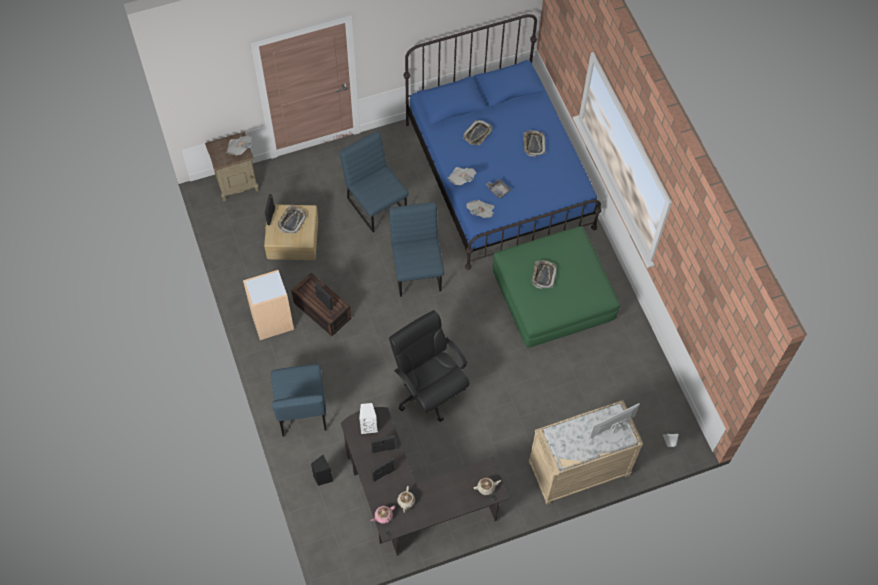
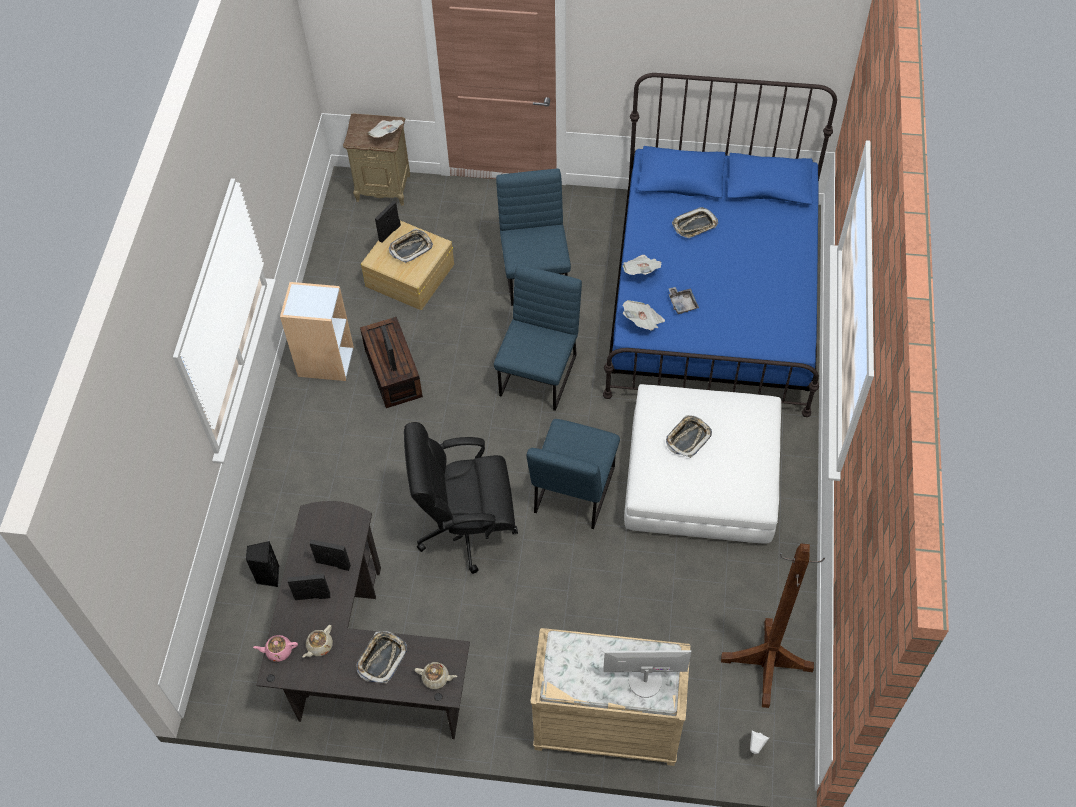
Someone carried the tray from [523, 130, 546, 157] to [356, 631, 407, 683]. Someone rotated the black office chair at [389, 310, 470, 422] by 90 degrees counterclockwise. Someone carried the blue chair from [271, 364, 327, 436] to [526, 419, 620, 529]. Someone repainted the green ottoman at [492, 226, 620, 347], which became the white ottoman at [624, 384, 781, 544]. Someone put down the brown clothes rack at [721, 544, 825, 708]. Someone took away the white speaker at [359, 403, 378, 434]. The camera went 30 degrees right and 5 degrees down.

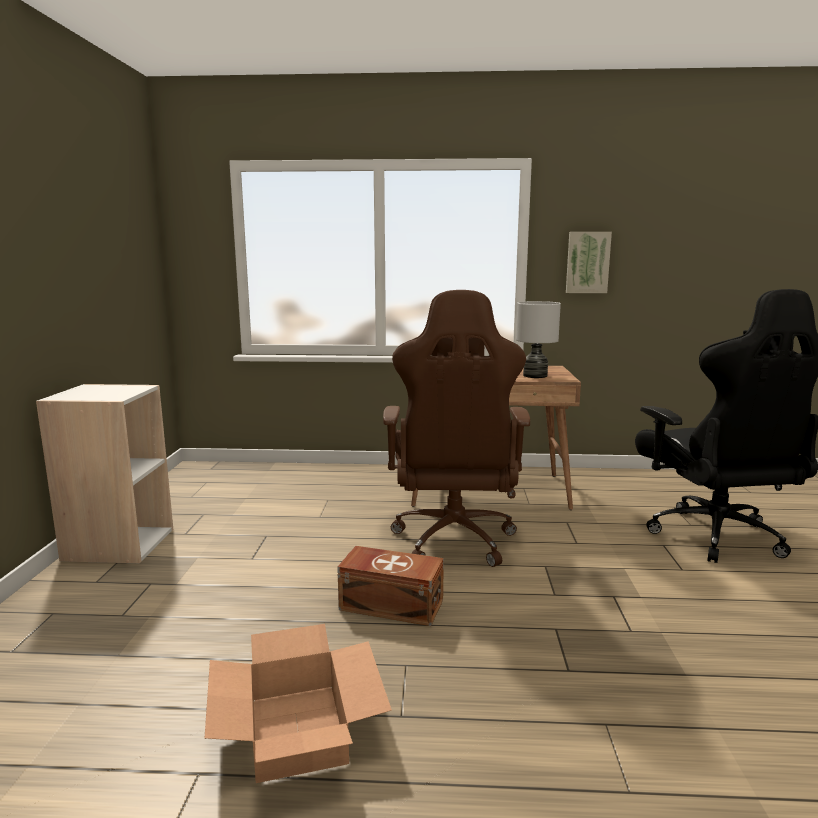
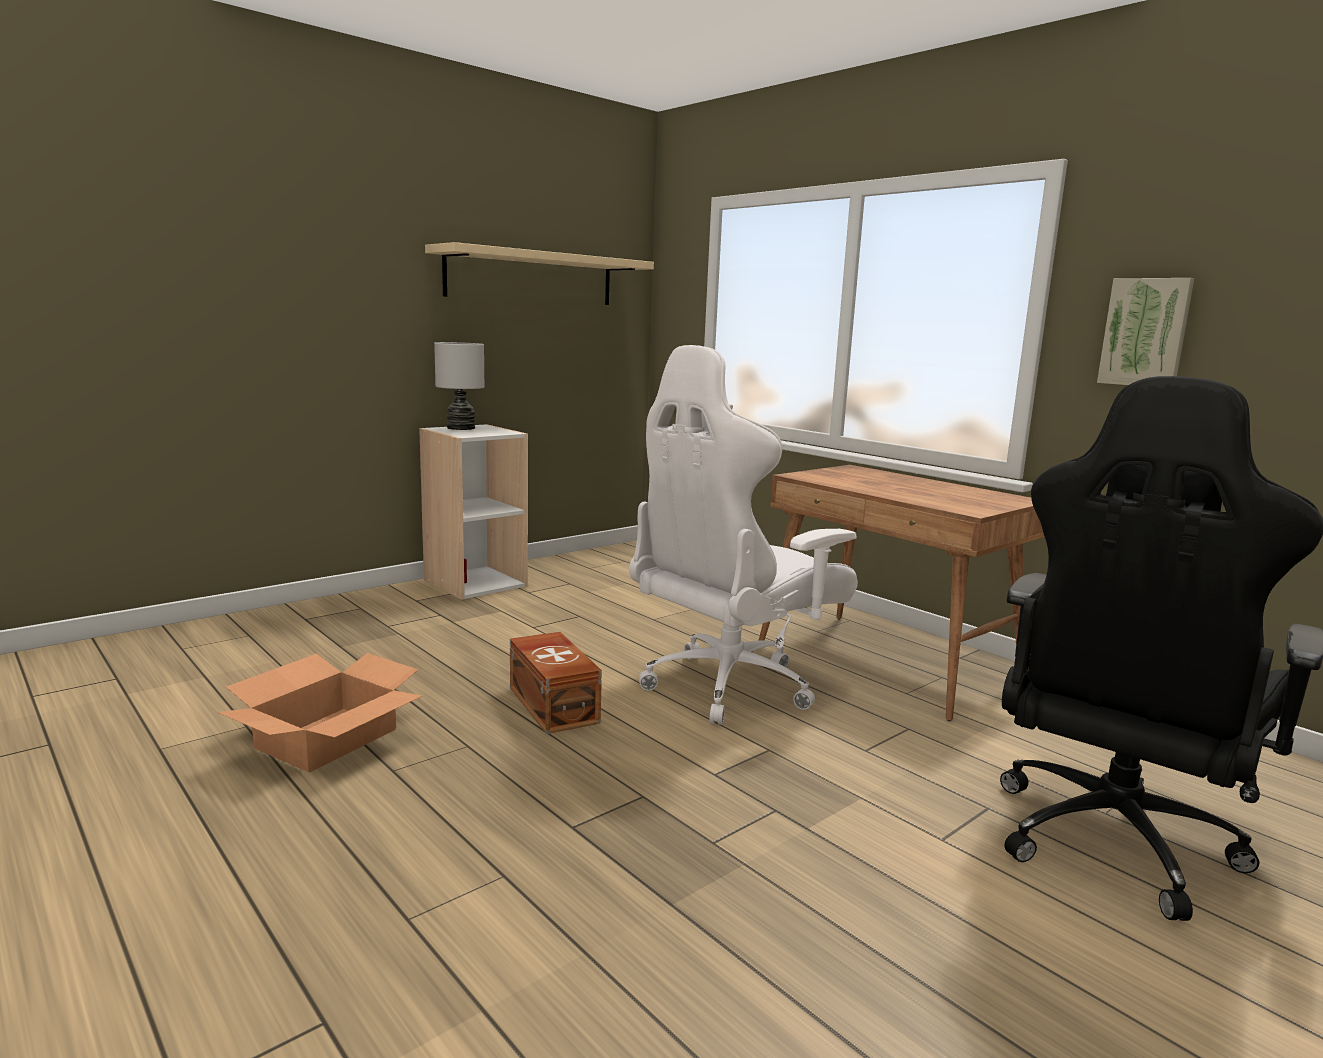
Someone put up the beige shelf at [425, 242, 654, 305]. Someone carried the grey table lamp from [516, 301, 561, 378] to [434, 342, 484, 430]. Someone repainted the brown office chair at [383, 290, 530, 567], which became the white office chair at [629, 345, 858, 725]. The camera went 45 degrees right and 0 degrees up.

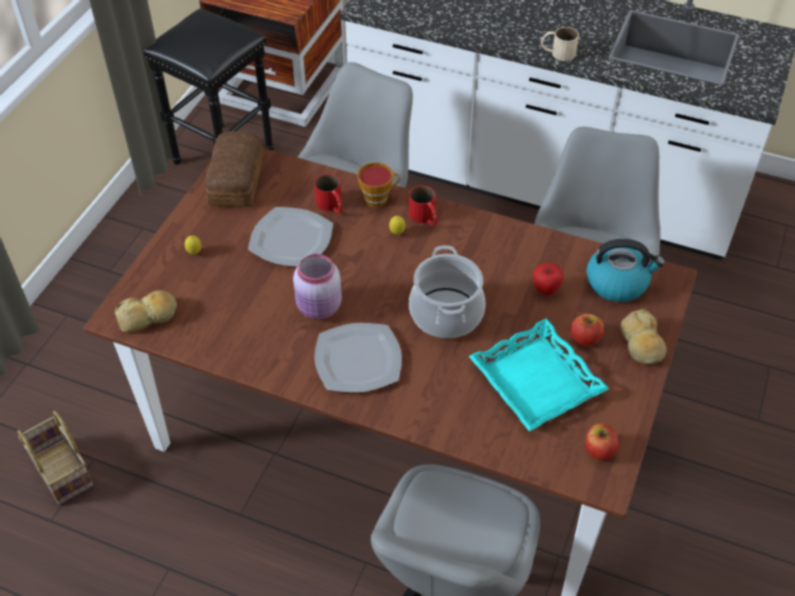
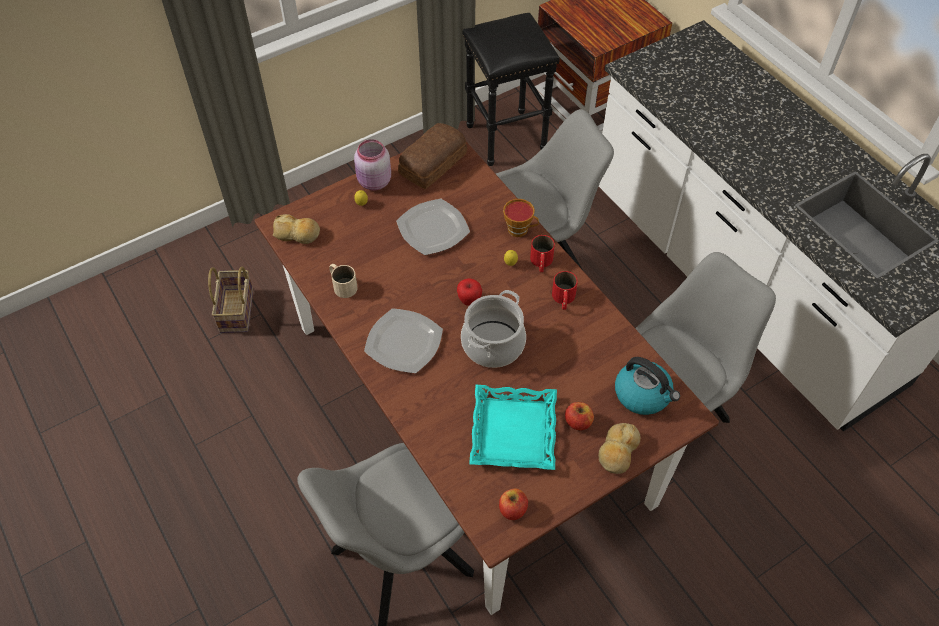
Someone carried the beige mug from [541, 27, 579, 61] to [329, 264, 357, 298]. Someone carried the pink jar from [293, 254, 342, 320] to [354, 139, 391, 190]. Someone carried the apple from [533, 263, 564, 295] to [457, 278, 482, 306]. Someone carried the red mug from [314, 174, 343, 213] to [552, 271, 578, 310]. The camera went 35 degrees right and 5 degrees up.

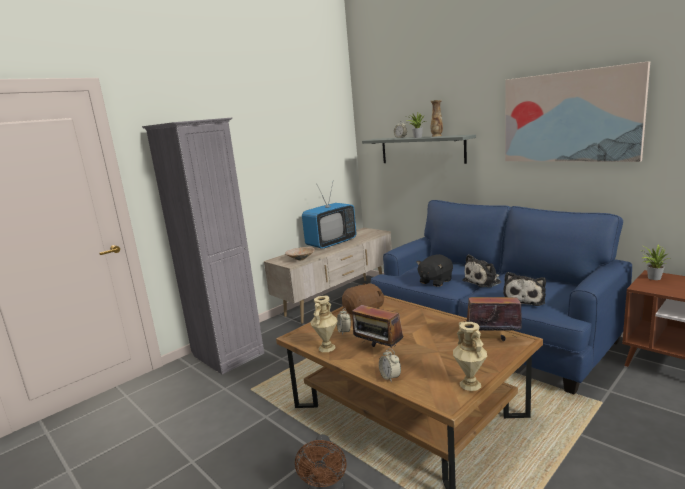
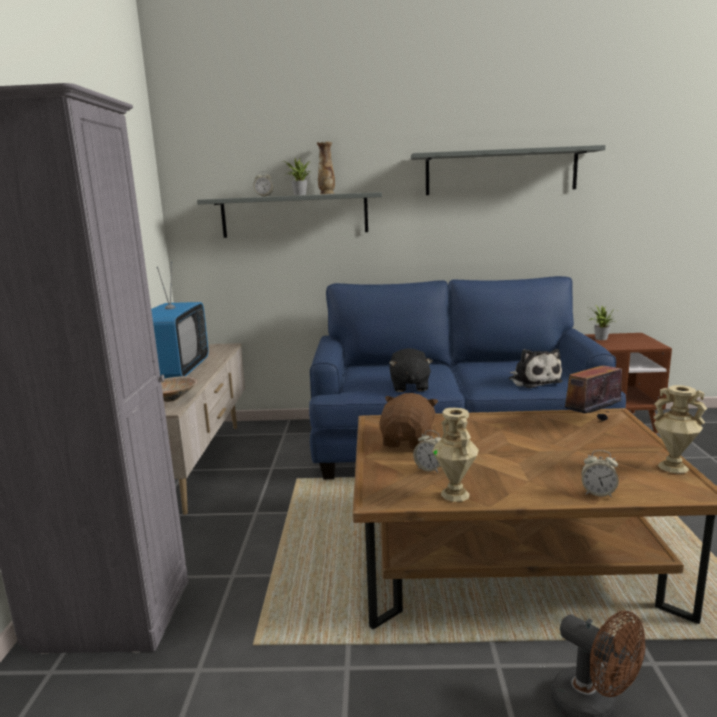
Someone swapped the picture at [505, 61, 650, 162] for the grey shelf at [411, 145, 606, 195]. Someone took away the radio at [352, 300, 404, 347]. Someone took away the plush toy at [462, 254, 501, 288]. The camera went 45 degrees left and 0 degrees up.

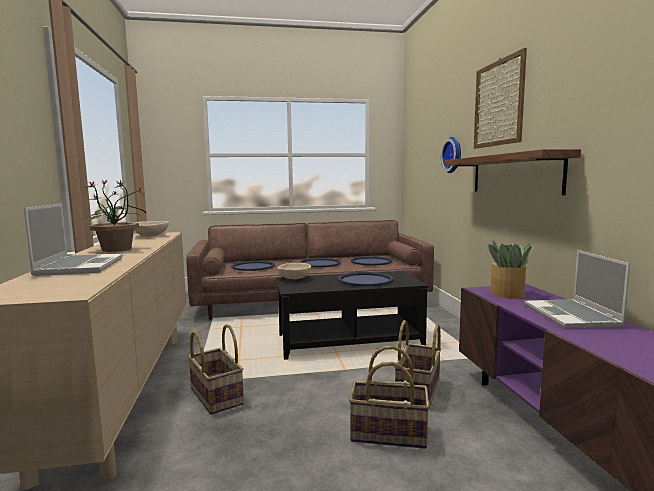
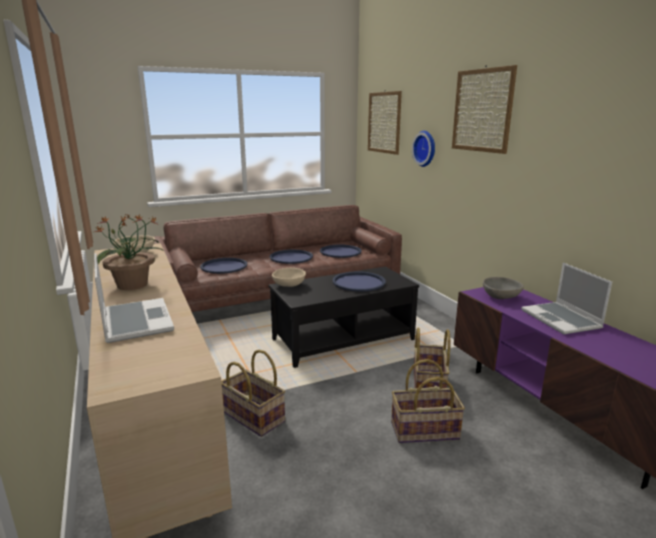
Someone put up the picture at [368, 91, 402, 155]. Someone swapped the potted plant at [488, 240, 534, 298] for the grey bowl at [483, 277, 524, 299]. Someone took away the shelf at [444, 149, 581, 195]. The camera went 15 degrees left and 10 degrees up.

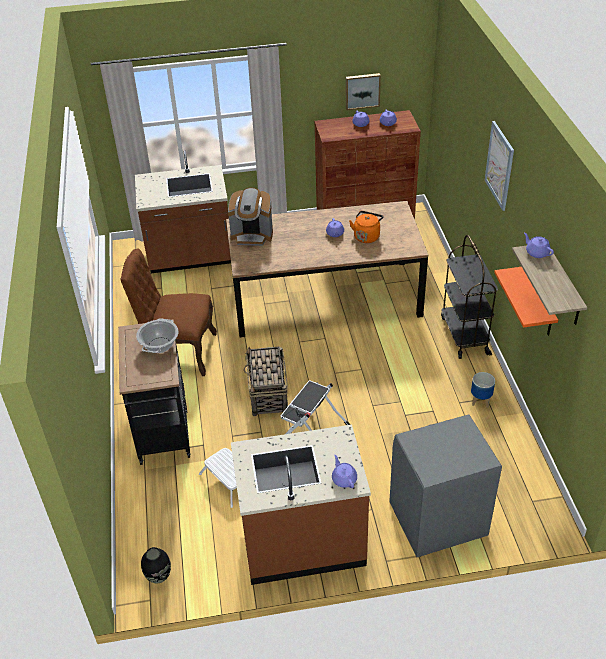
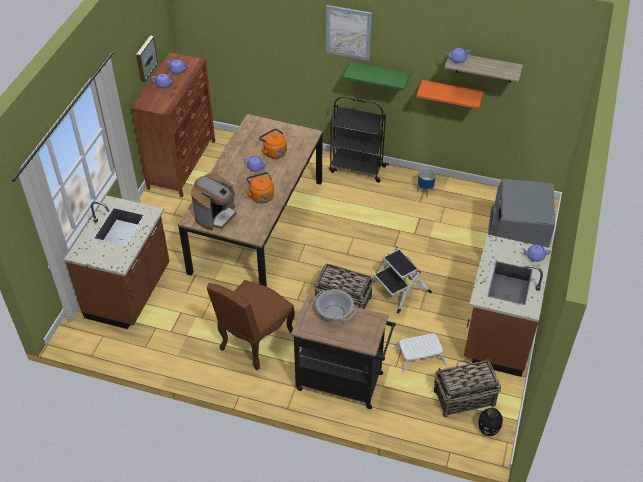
Someone put down the orange kettle at [245, 172, 274, 204]. Someone put up the green shelf at [343, 62, 410, 90]. Someone put down the basket at [434, 358, 501, 417]. The camera went 65 degrees left and 5 degrees up.

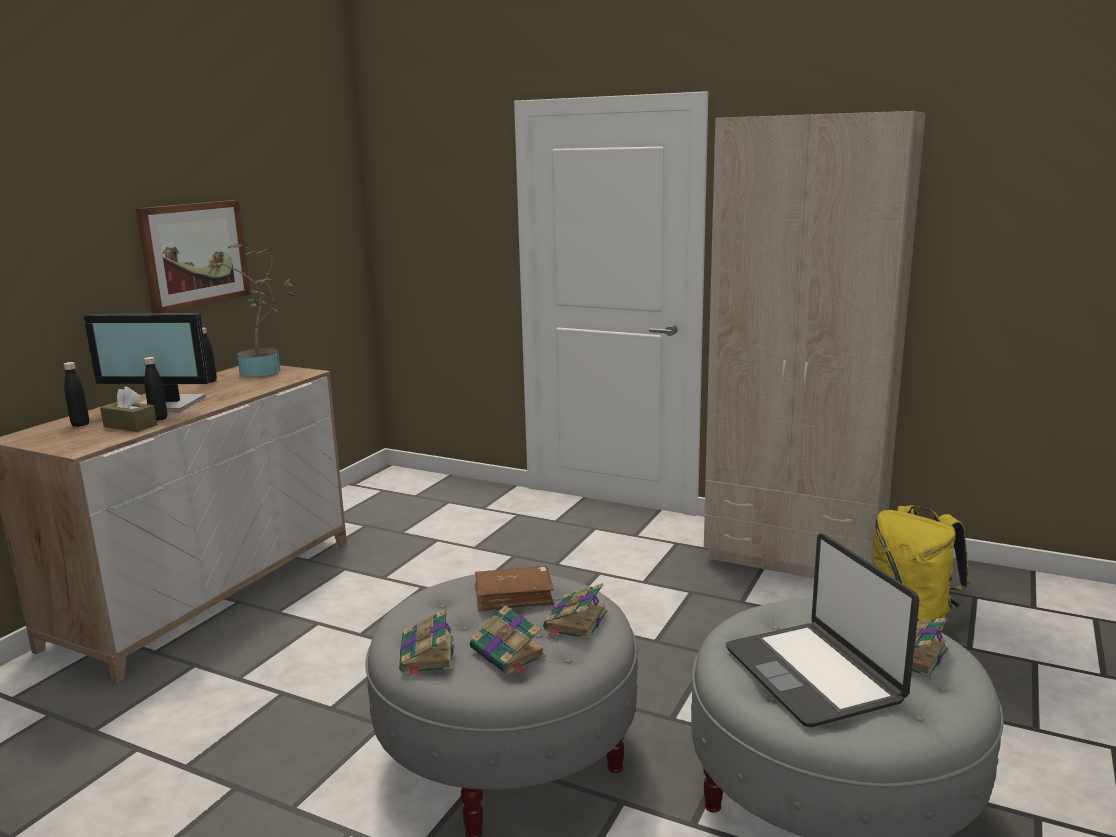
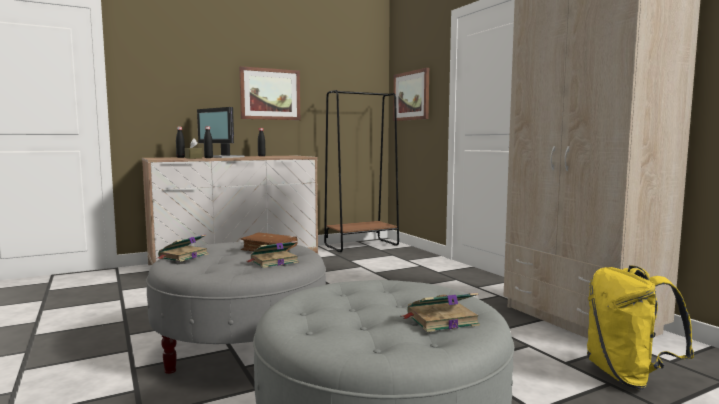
Someone put down the clothes rack at [324, 90, 399, 252]. Someone put up the picture at [393, 68, 429, 121]. Someone took away the potted plant at [208, 244, 295, 377]. Someone took away the book at [470, 605, 546, 674]. Someone took away the laptop at [726, 534, 919, 727]. The camera went 35 degrees right and 10 degrees down.

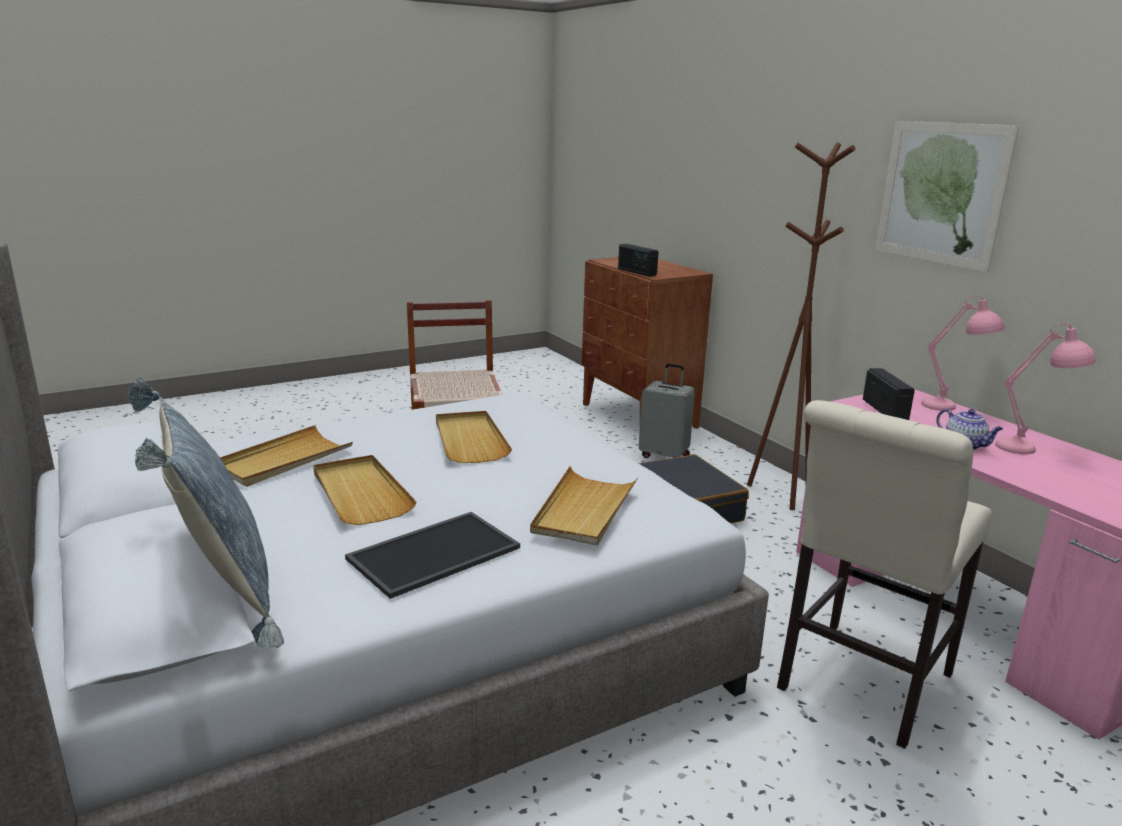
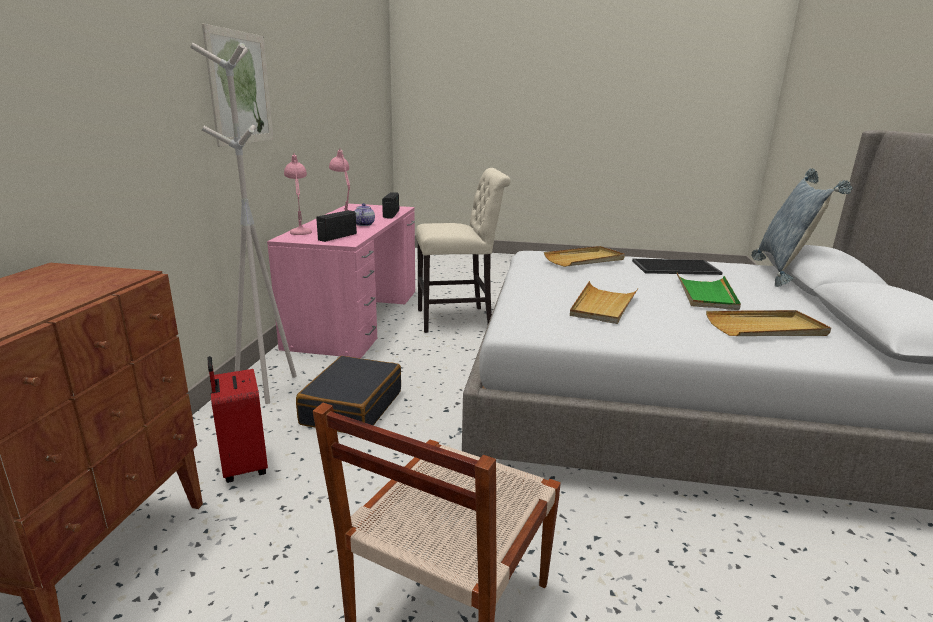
Someone repainted the brown clothes rack at [747, 143, 856, 510], which became the grey clothes rack at [190, 43, 297, 404]. Someone repainted the grey suitcase at [639, 363, 695, 458], which became the red suitcase at [208, 356, 268, 483]. Someone carried the radio from [618, 244, 659, 277] to [382, 192, 400, 219]. Someone repainted the beige tray at [313, 455, 417, 525], which became the green tray at [676, 272, 741, 310]. The camera went 140 degrees left and 0 degrees up.

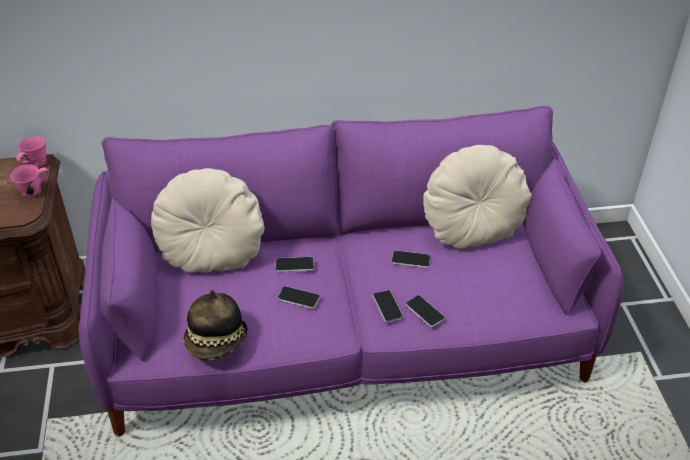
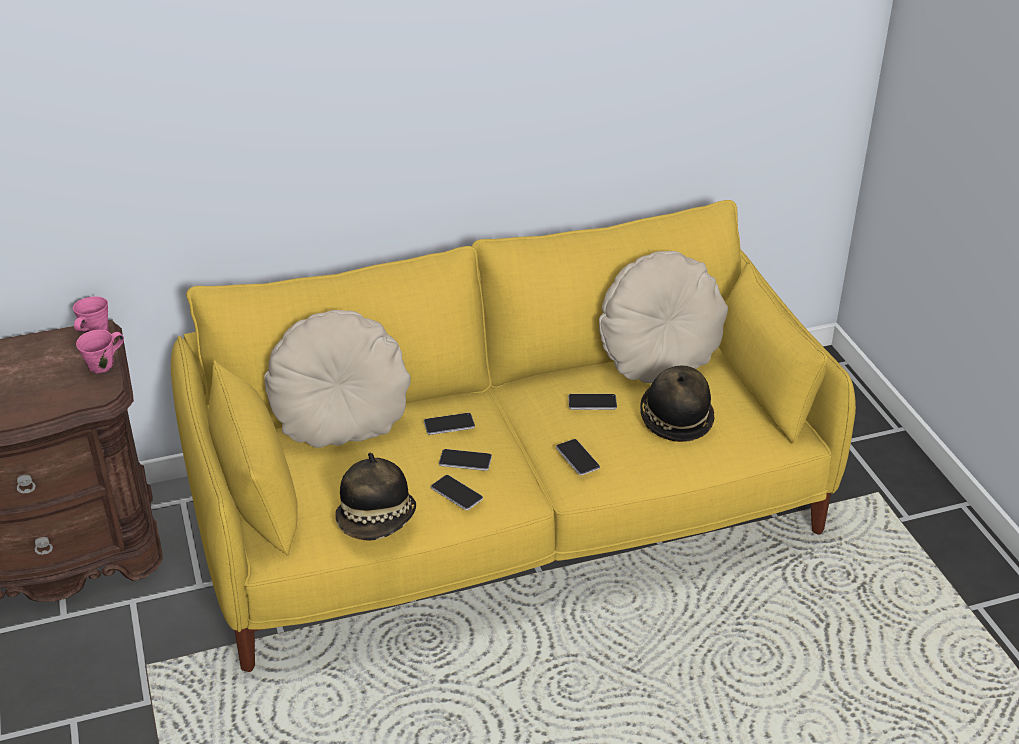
Someone repainted the purple sofa at [79, 106, 623, 437], which became the yellow sofa at [171, 200, 856, 672]. Someone carried the phone from [405, 295, 445, 327] to [431, 475, 483, 510]. Someone put down the hat at [640, 366, 714, 442]. The camera went 10 degrees left and 5 degrees down.

